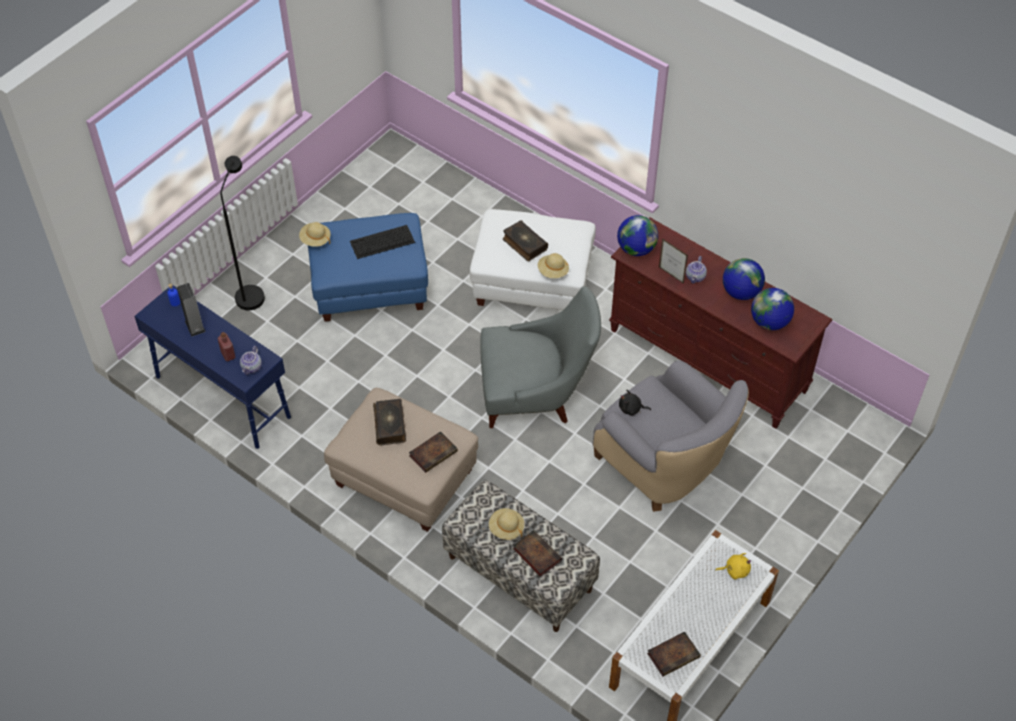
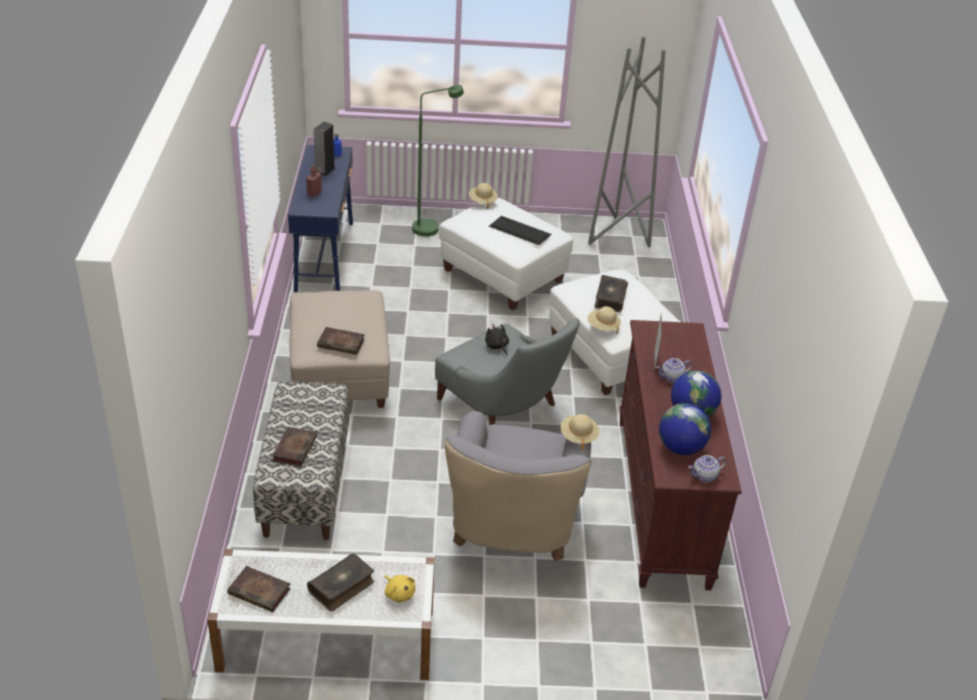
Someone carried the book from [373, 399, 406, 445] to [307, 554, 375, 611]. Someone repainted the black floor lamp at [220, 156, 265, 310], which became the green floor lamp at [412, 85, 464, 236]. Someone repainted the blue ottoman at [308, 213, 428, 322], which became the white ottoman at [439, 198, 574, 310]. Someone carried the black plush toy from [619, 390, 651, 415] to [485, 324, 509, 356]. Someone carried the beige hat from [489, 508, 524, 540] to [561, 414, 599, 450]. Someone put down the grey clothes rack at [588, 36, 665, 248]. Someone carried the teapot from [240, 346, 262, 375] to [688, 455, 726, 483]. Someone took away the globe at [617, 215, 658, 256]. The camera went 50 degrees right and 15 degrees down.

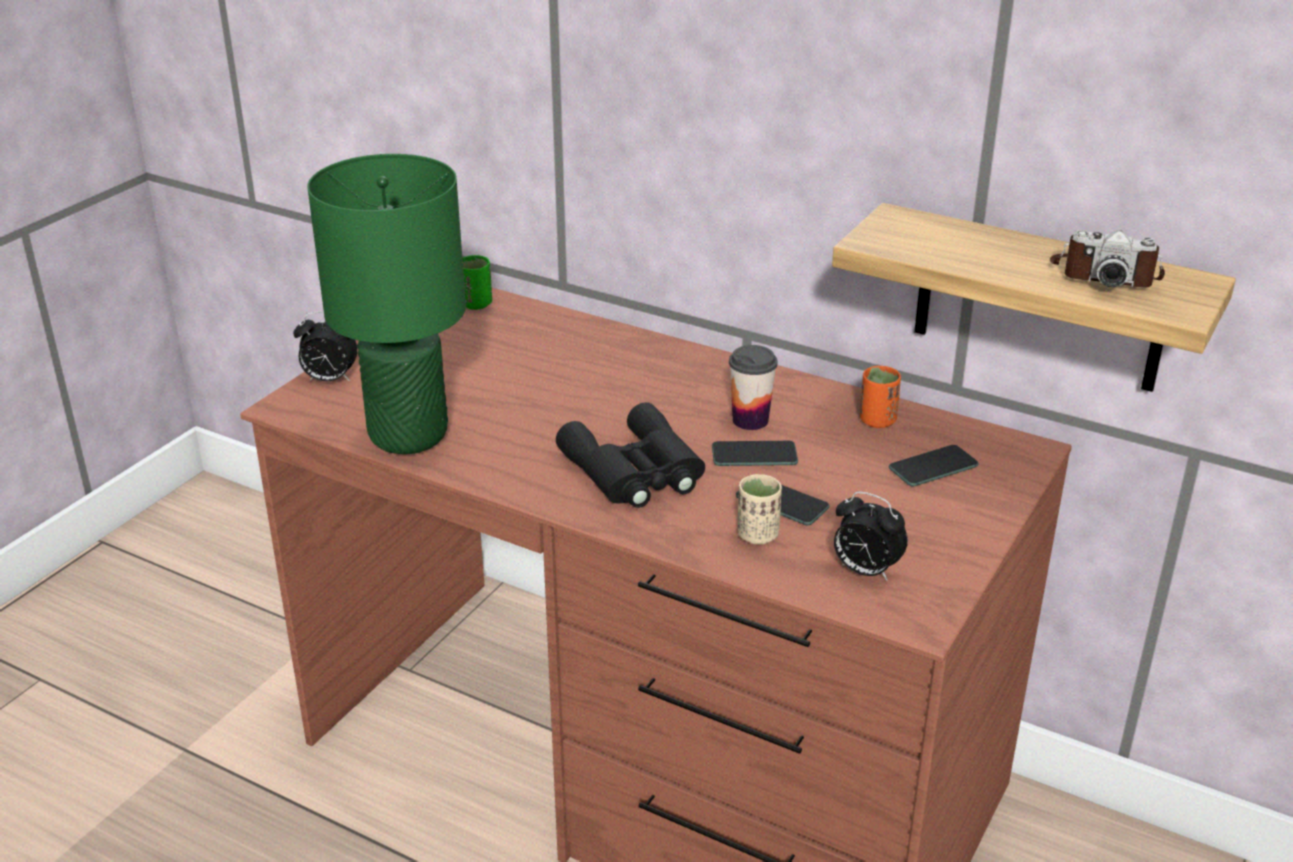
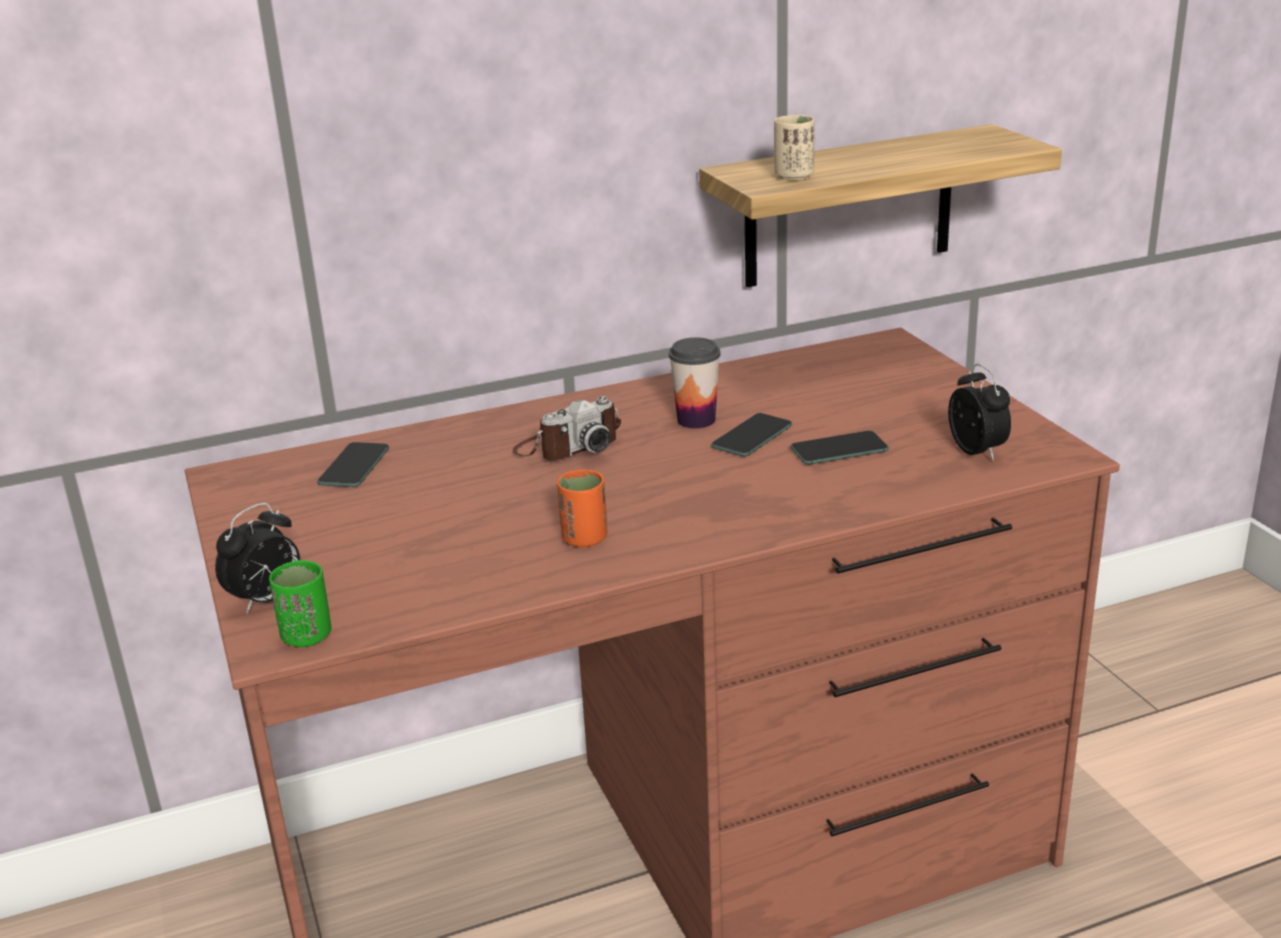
Someone carried the green cup from [462, 255, 492, 310] to [269, 560, 331, 647]. Someone carried the phone from [889, 445, 979, 486] to [317, 442, 389, 487]. Someone carried the photo camera from [1050, 230, 1165, 288] to [512, 396, 621, 461]. Someone carried the orange cup from [860, 366, 901, 428] to [557, 470, 608, 548]. Someone carried the beige cup from [738, 474, 782, 544] to [774, 115, 815, 180]. Someone rotated the alarm clock at [834, 491, 908, 581] by 90 degrees counterclockwise. Someone took away the green table lamp at [307, 154, 466, 454]. Someone took away the black binoculars at [556, 402, 705, 508]. The camera went 50 degrees left and 5 degrees down.

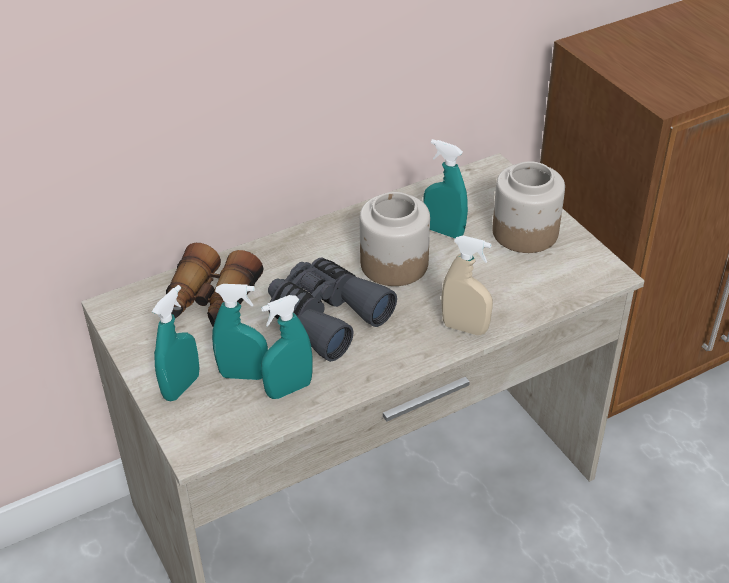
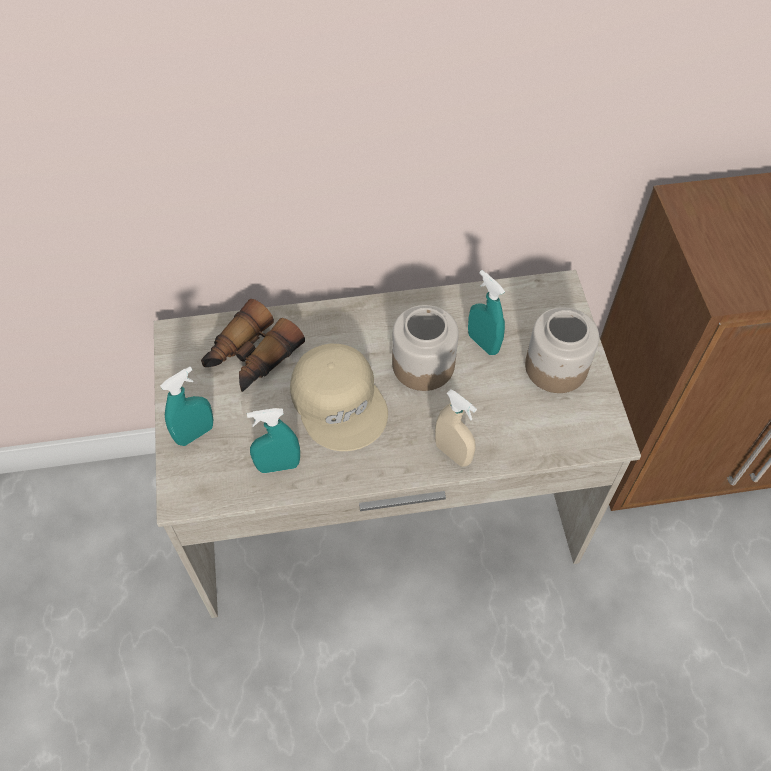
Someone swapped the grey binoculars at [268, 257, 397, 362] for the beige cap at [290, 344, 388, 451]. Someone took away the turquoise spray bottle at [212, 284, 268, 380]. The camera went 20 degrees right and 15 degrees up.

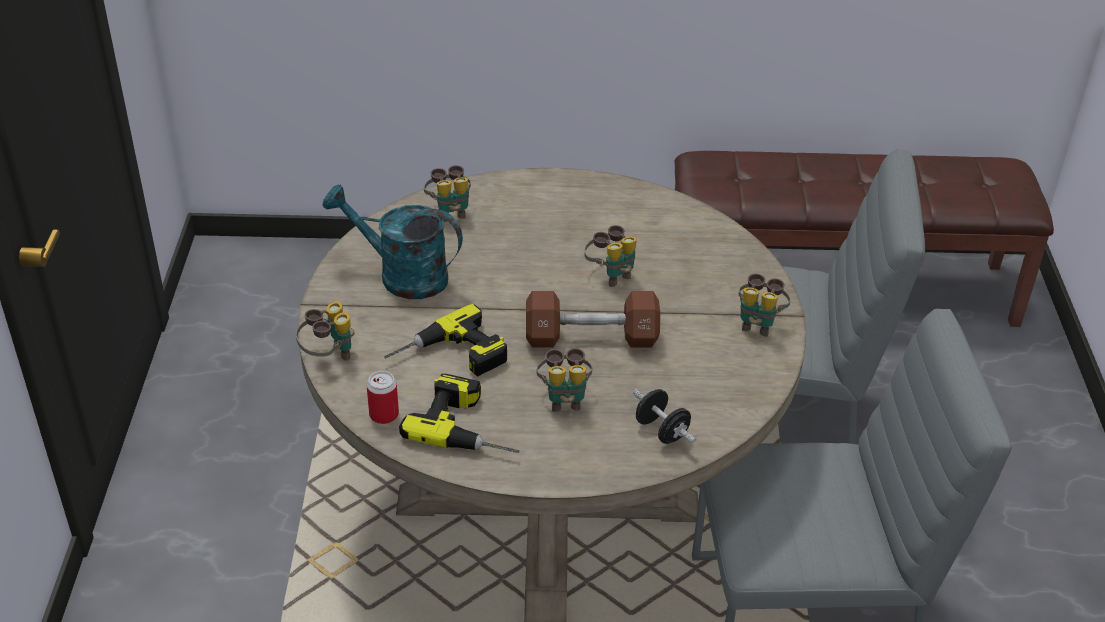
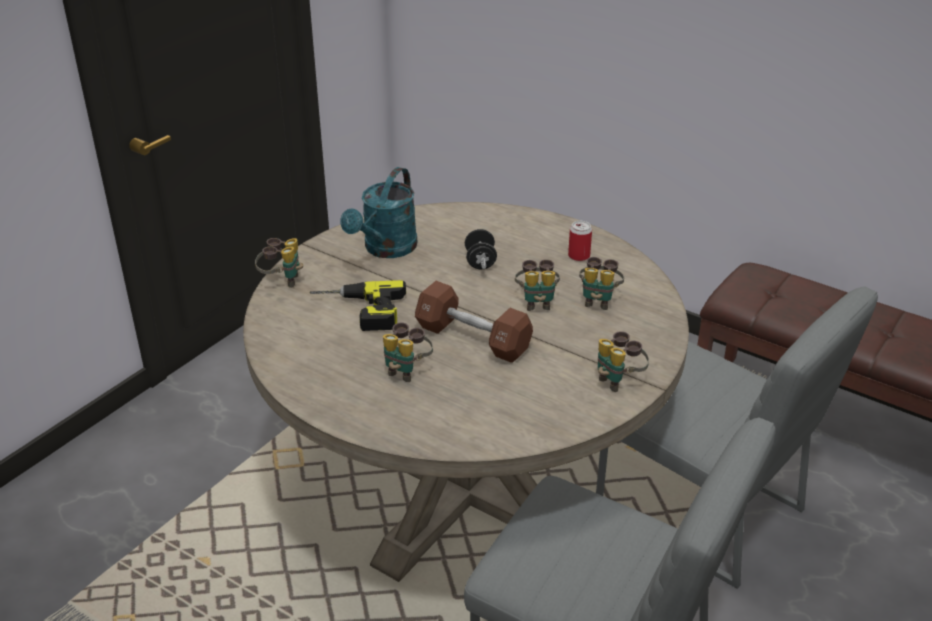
Someone rotated the turquoise watering can at [322, 184, 463, 299] by 120 degrees counterclockwise. Someone carried the black dumbbell from [633, 389, 696, 444] to [465, 229, 497, 269]. Someone carried the can from [366, 371, 399, 424] to [568, 221, 592, 261]. Someone carried the binoculars from [424, 165, 471, 222] to [579, 257, 624, 310]. Someone took away the power drill at [399, 374, 520, 453]. The camera went 35 degrees right and 5 degrees down.

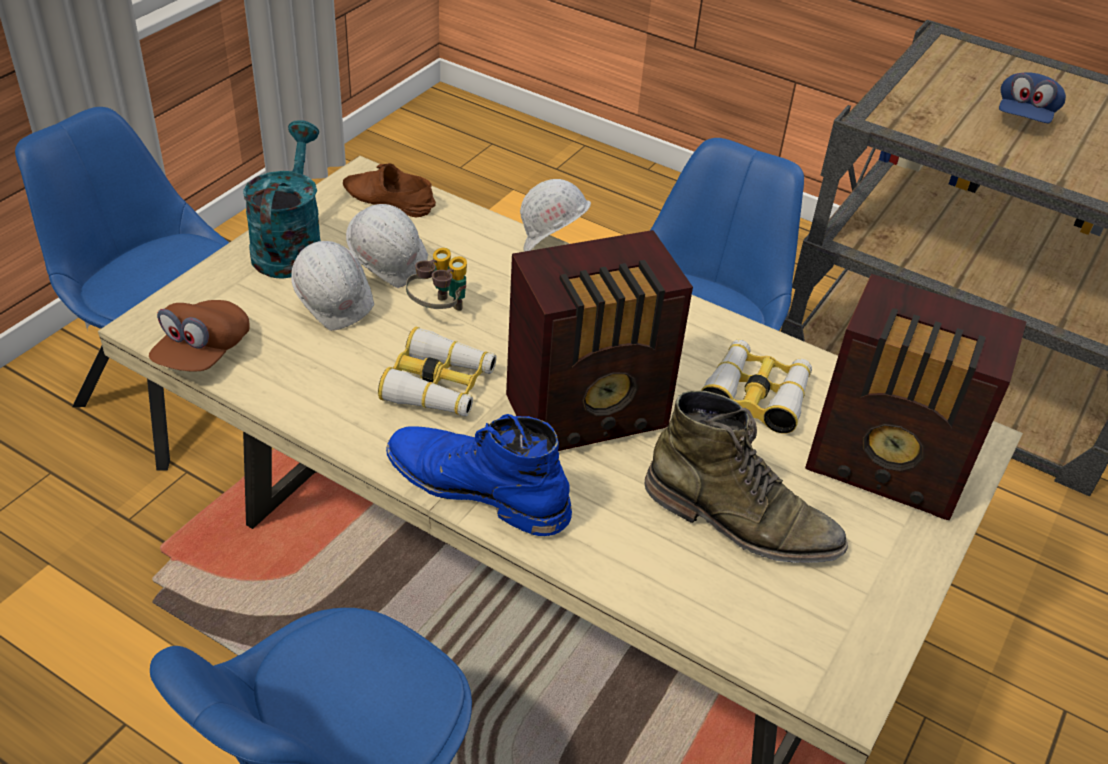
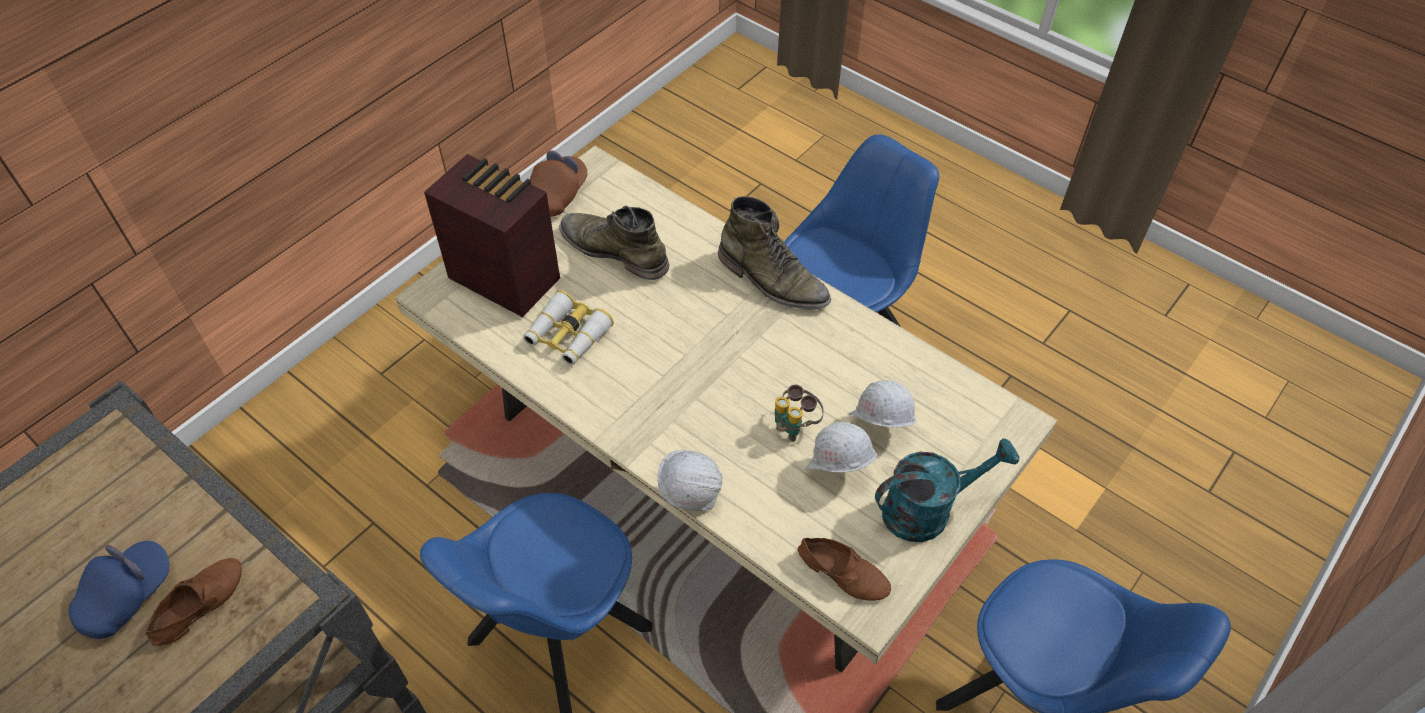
Someone put down the brown shoe at [146, 558, 242, 646]. Someone carried the brown cap from [149, 300, 250, 371] to [530, 150, 588, 217]. Someone repainted the blue boot at [386, 414, 572, 536], which became the green boot at [718, 196, 831, 310]. Someone rotated the turquoise watering can at [243, 120, 321, 279] by 120 degrees counterclockwise. Someone took away the binoculars at [378, 327, 497, 416]. Someone took away the radio at [506, 230, 693, 451]. The camera went 170 degrees left and 10 degrees up.

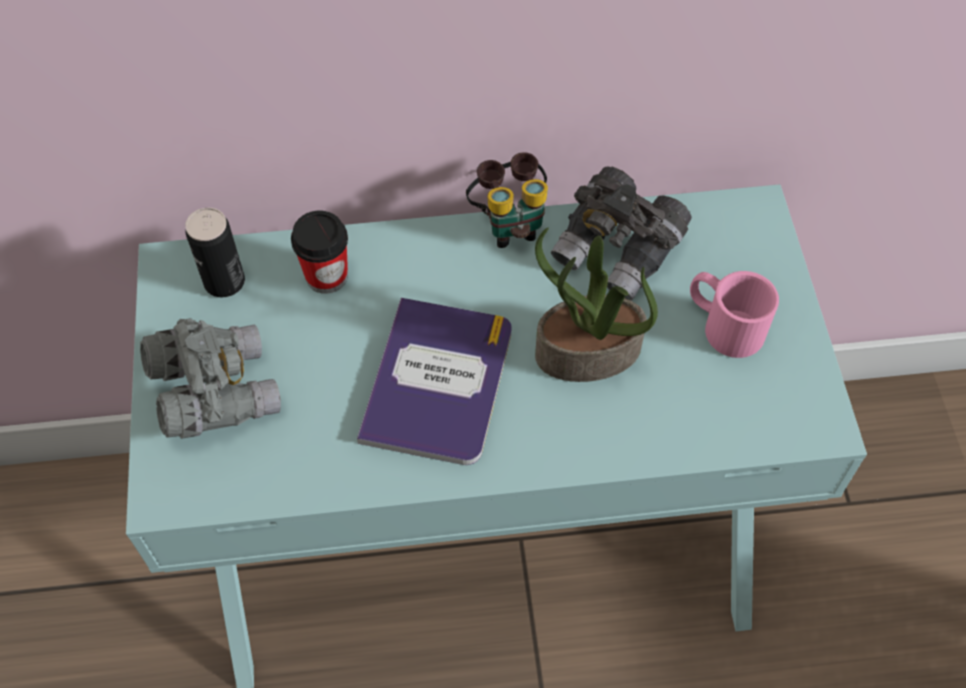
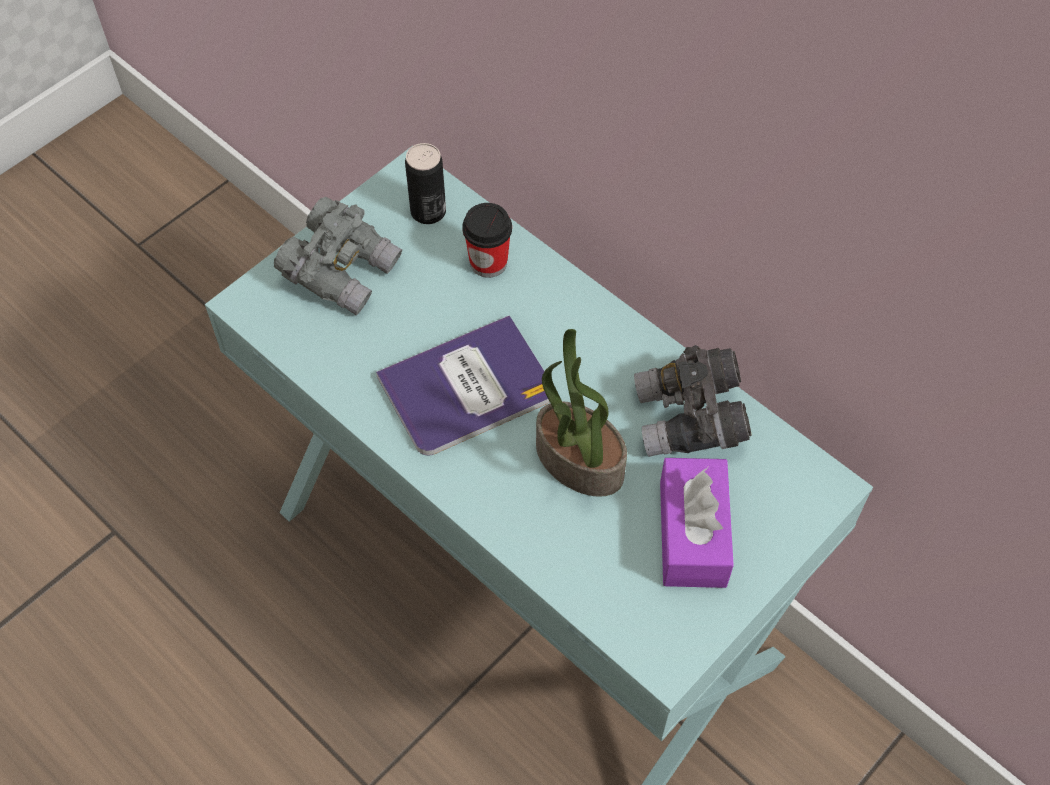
Someone swapped the pink mug at [690, 271, 779, 358] for the purple tissue box at [660, 458, 734, 588]. Someone took away the binoculars at [466, 152, 548, 248]. The camera went 50 degrees right and 0 degrees up.

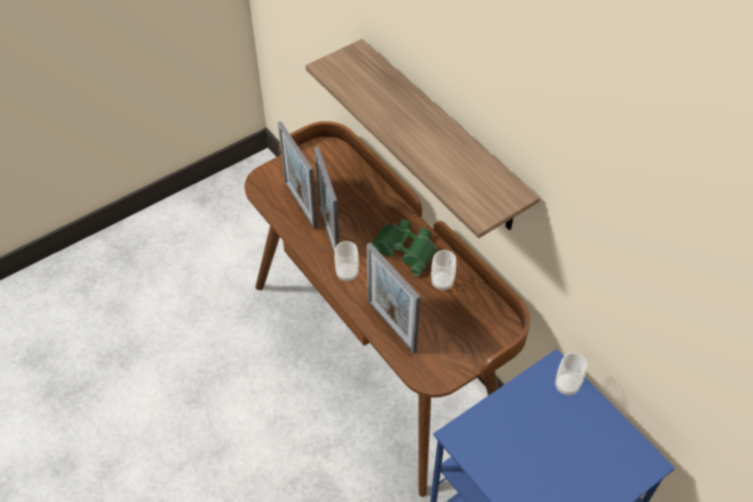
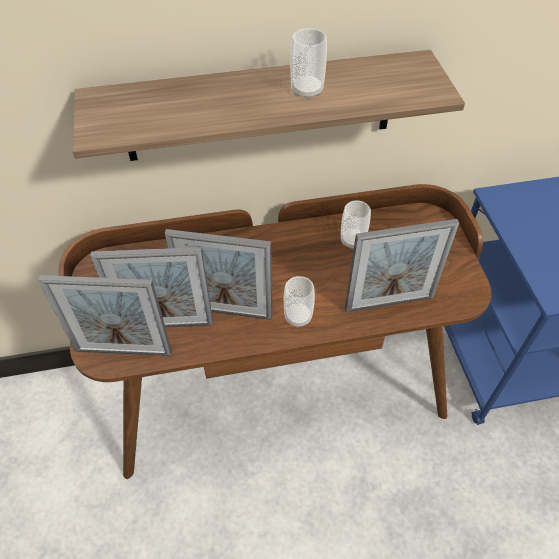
Someone put down the picture frame at [38, 275, 172, 356]. Someone carried the cup from [555, 353, 587, 396] to [290, 28, 327, 100]. Someone took away the green binoculars at [371, 219, 437, 276]. The camera went 65 degrees left and 0 degrees up.

